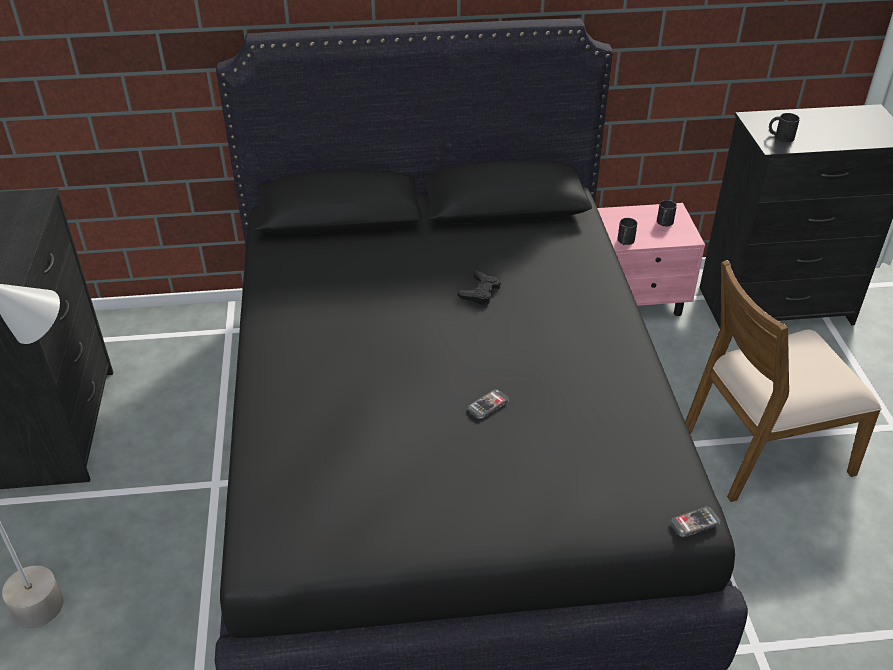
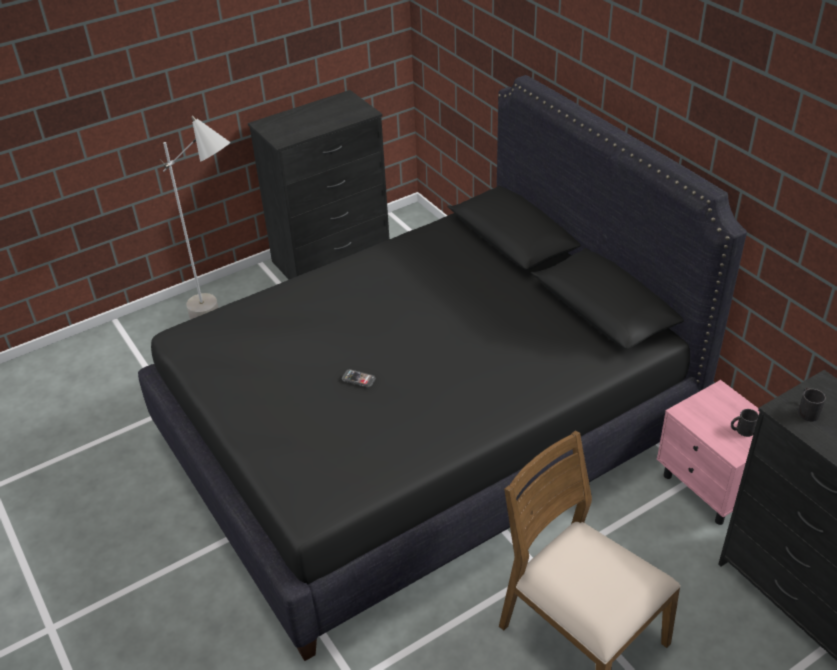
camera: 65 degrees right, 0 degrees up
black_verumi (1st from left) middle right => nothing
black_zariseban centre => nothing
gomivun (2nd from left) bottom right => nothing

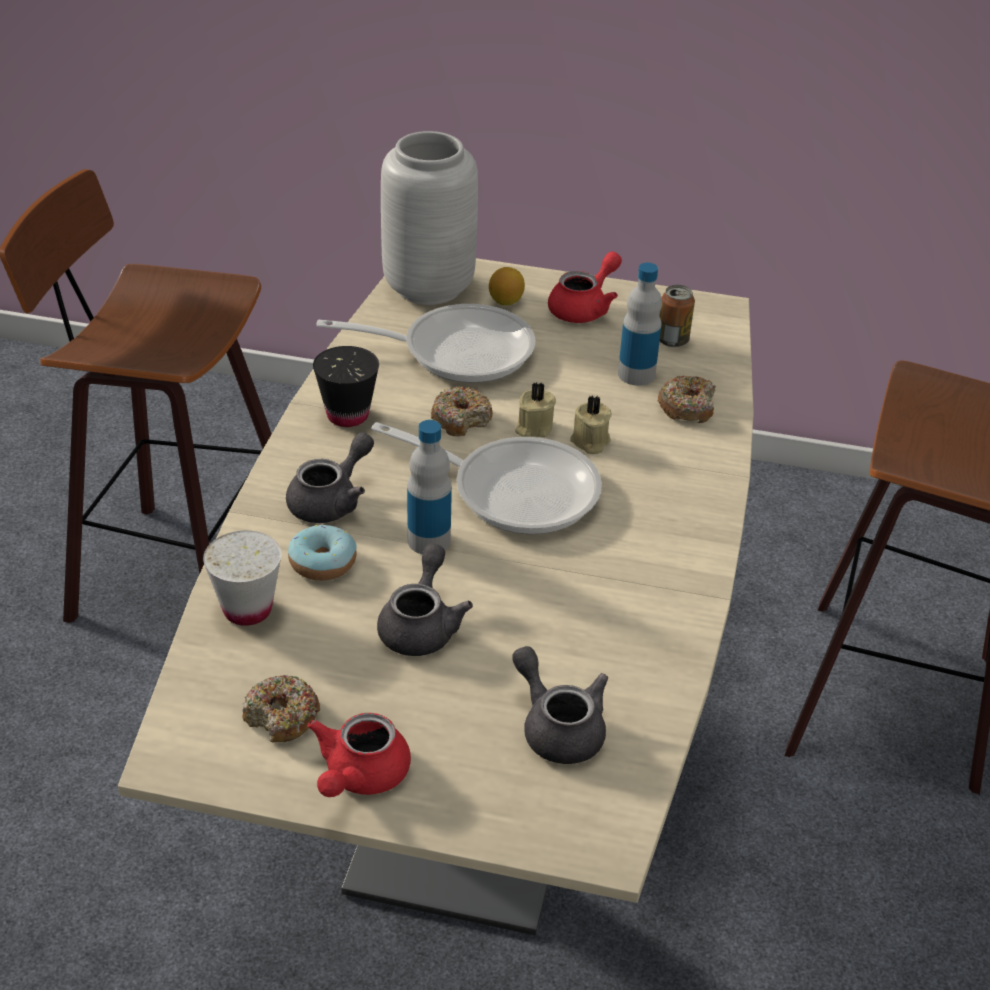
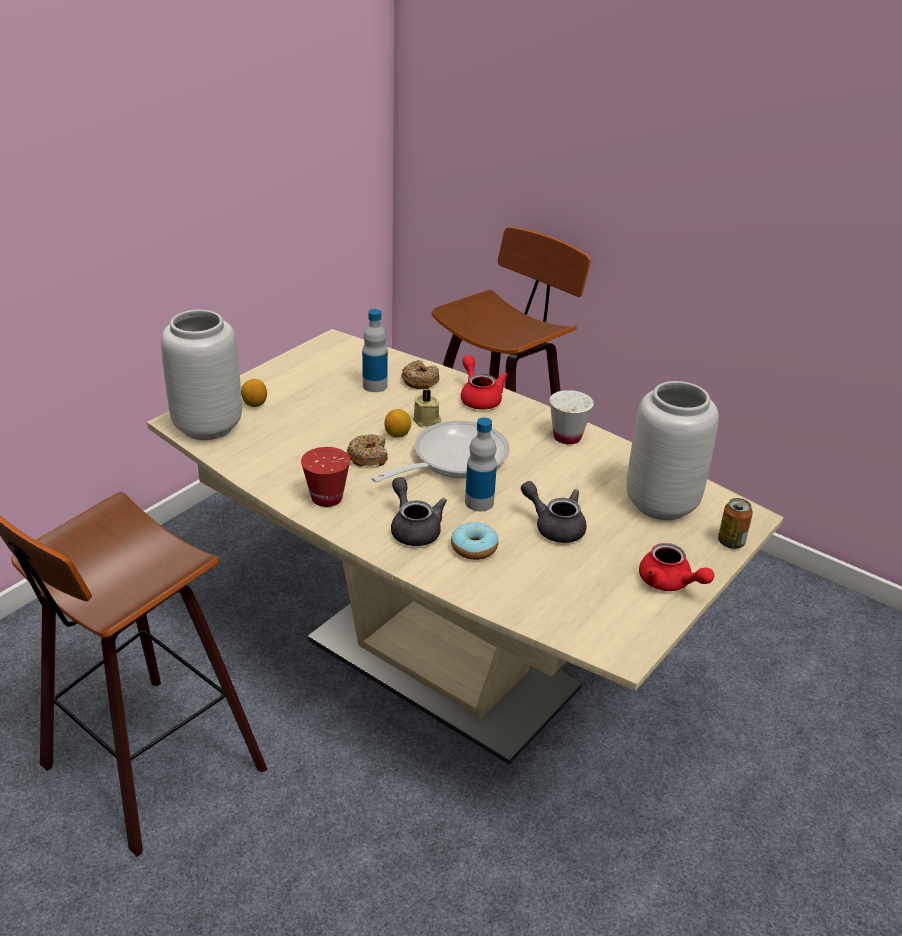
camera: 65 degrees left, 5 degrees down
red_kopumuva (2nd from left in the first image) top centre => red_kopumuva (1st from left) centre, moved
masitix top right => masitix middle right, moved
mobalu (1st from left) centre => nothing
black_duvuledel centre => red_duvuledel centre
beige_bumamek (1st from left) centre => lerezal (2nd from left) centre
white_duvuledel middle left => white_duvuledel centre, moved
grey_kopumuva (3rd from left) bottom centre => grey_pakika (2nd from left) middle right
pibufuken (1st from left) bottom left => nothing

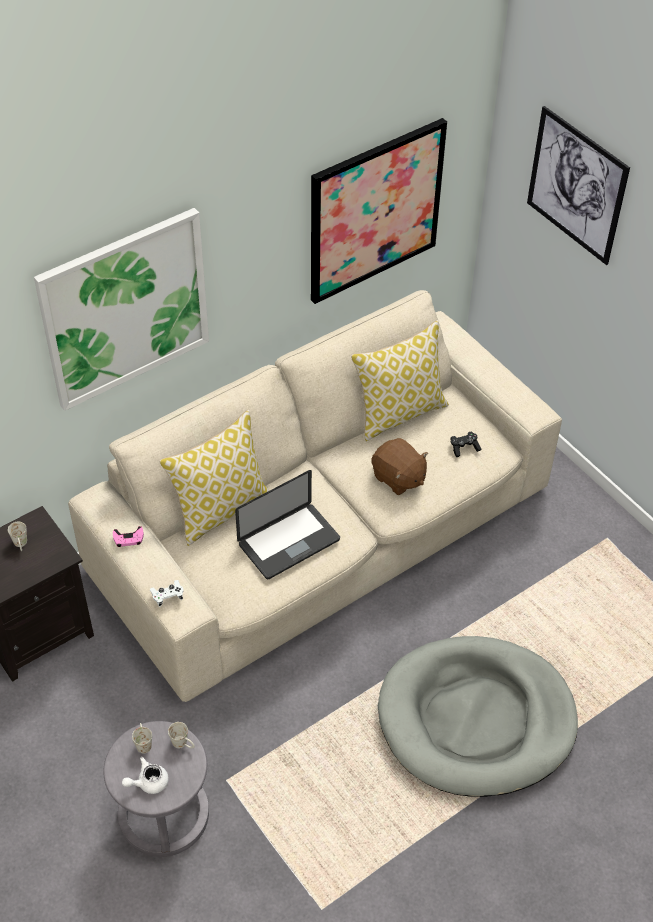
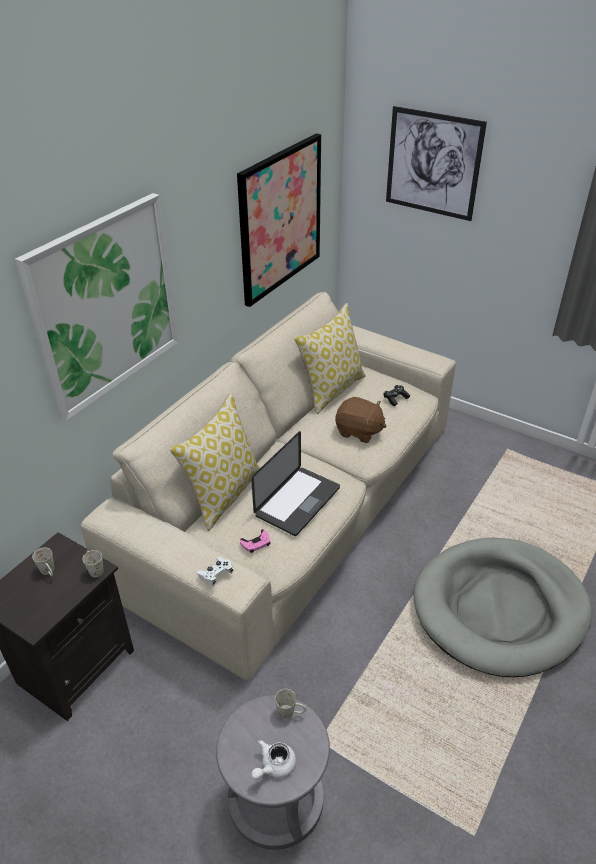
camera: 20 degrees left, 10 degrees down
pink_zariseban middle left => pink_zariseban centre, moved
white_verumi (2nd from left) bottom left => white_verumi (2nd from left) middle left, moved

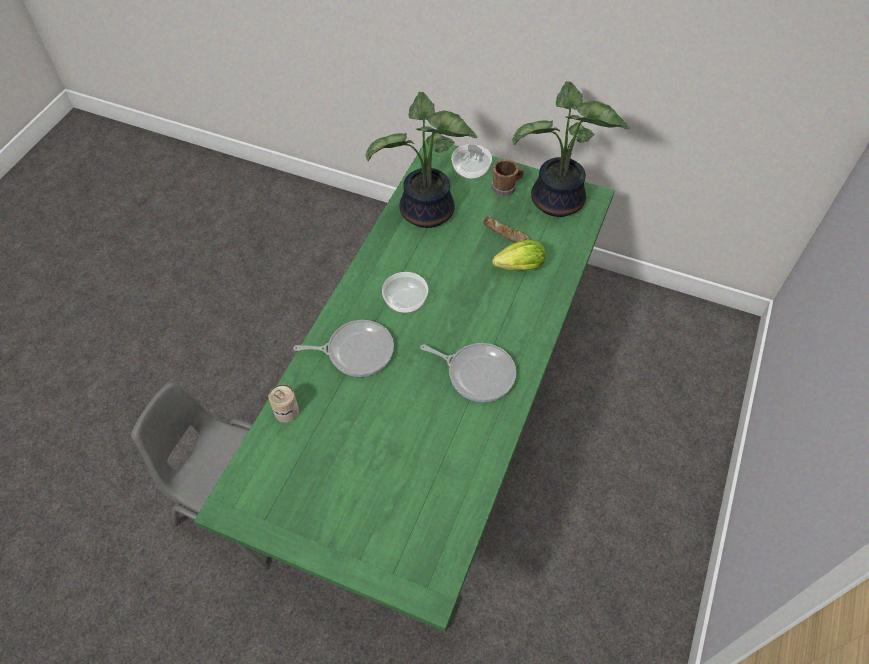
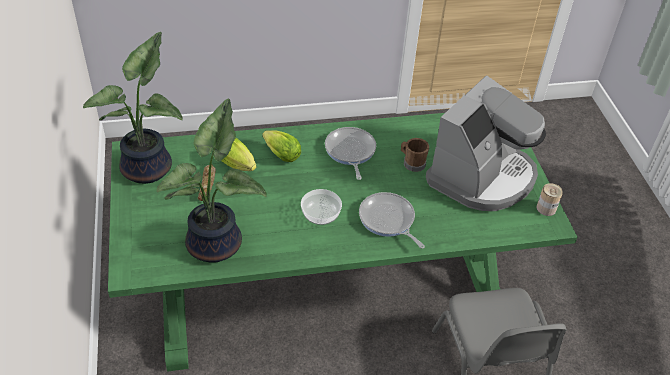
camera: 125 degrees left, 10 degrees down
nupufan (2nd from left) top centre => nothing
brown_verumi top centre => brown_verumi centre, moved
masitix middle left => masitix middle right, moved
nothing => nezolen middle right
nothing => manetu (2nd from left) centre

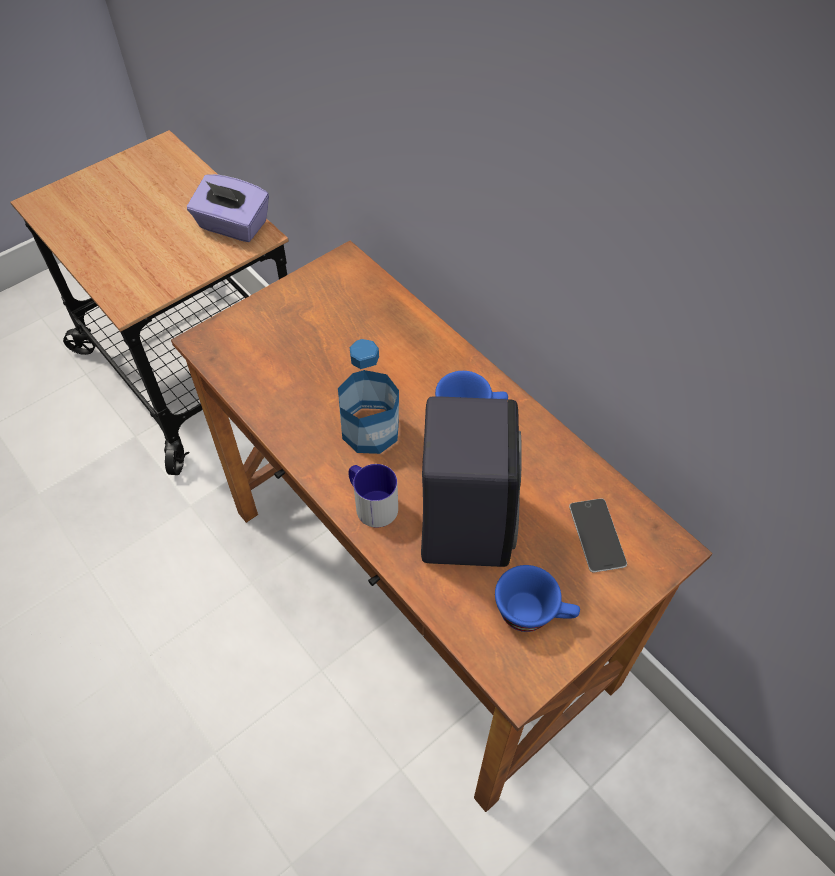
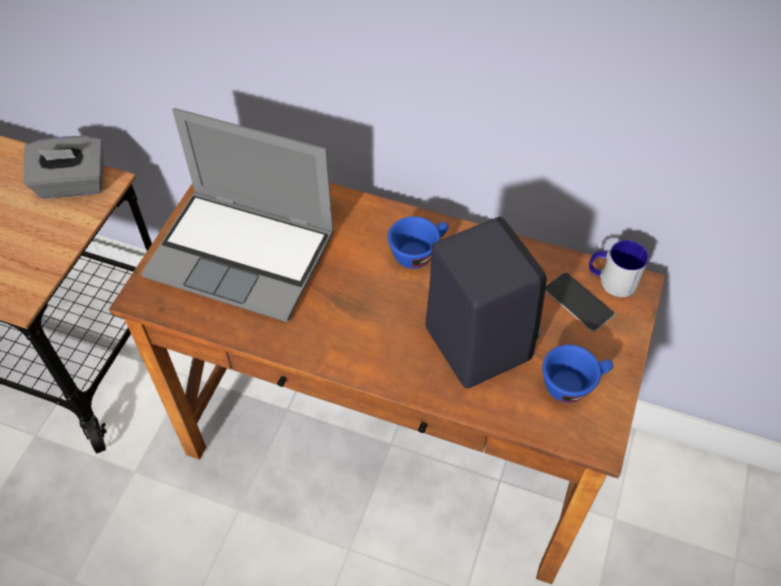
camera: 30 degrees left, 0 degrees up
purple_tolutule top left => grey_tolutule top left
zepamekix centre => nothing
verumi centre => verumi middle right, moved
nothing => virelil middle left

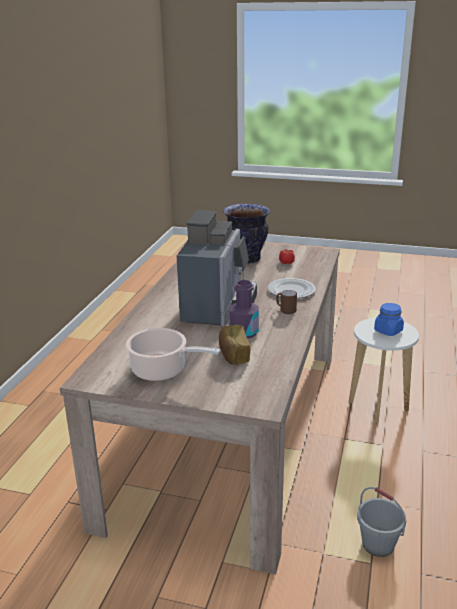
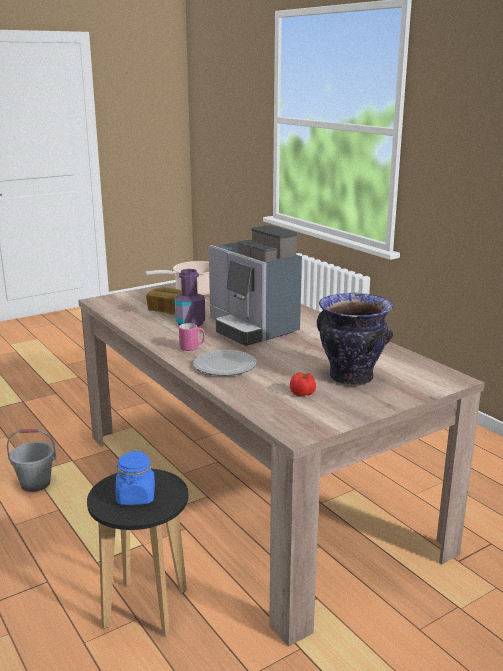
camera: 130 degrees right, 5 degrees down
brown_verumi centre => pink_verumi centre
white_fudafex middle right => black_fudafex bottom left

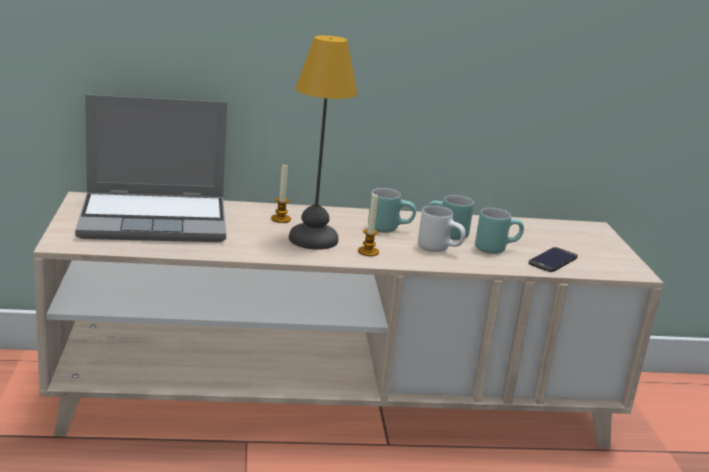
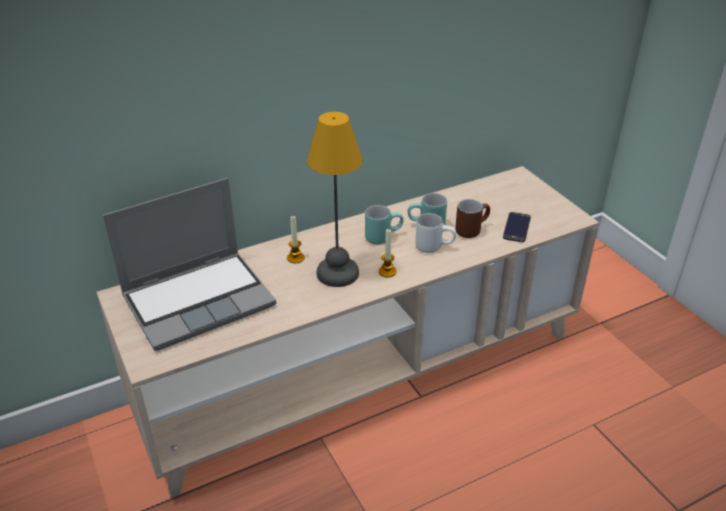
camera: 20 degrees left, 15 degrees up
turquoise_verumi (3rd from left) middle right => brown_verumi centre

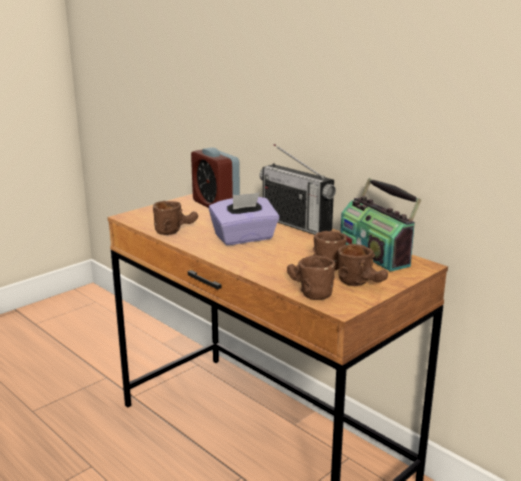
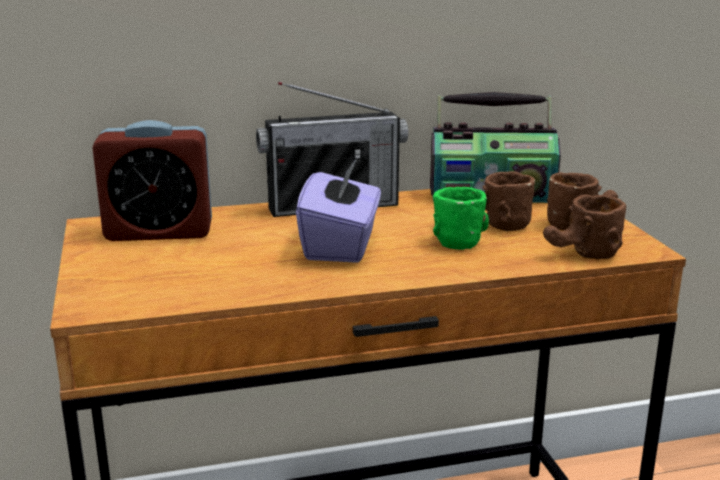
camera: 60 degrees left, 0 degrees up
brown_verumi (1st from left) centre => nothing
nothing => green_verumi centre

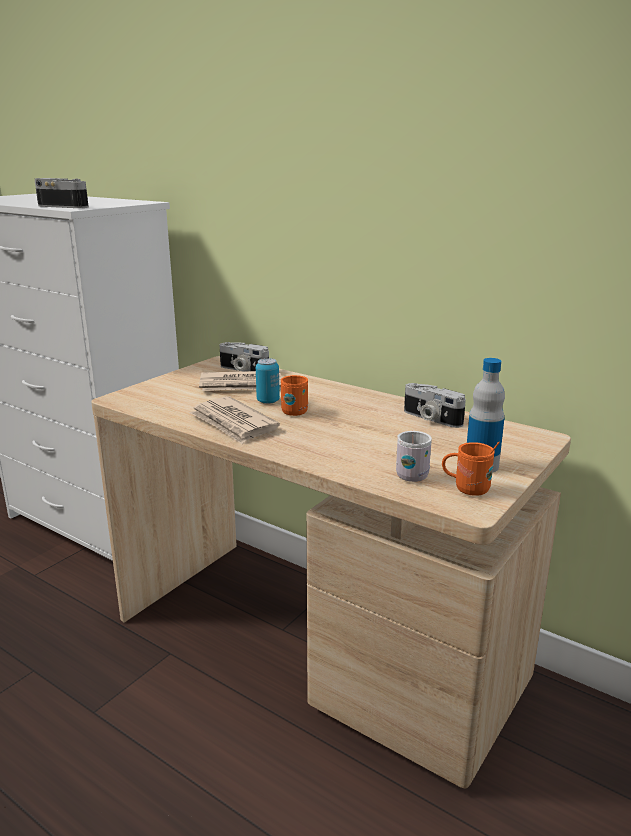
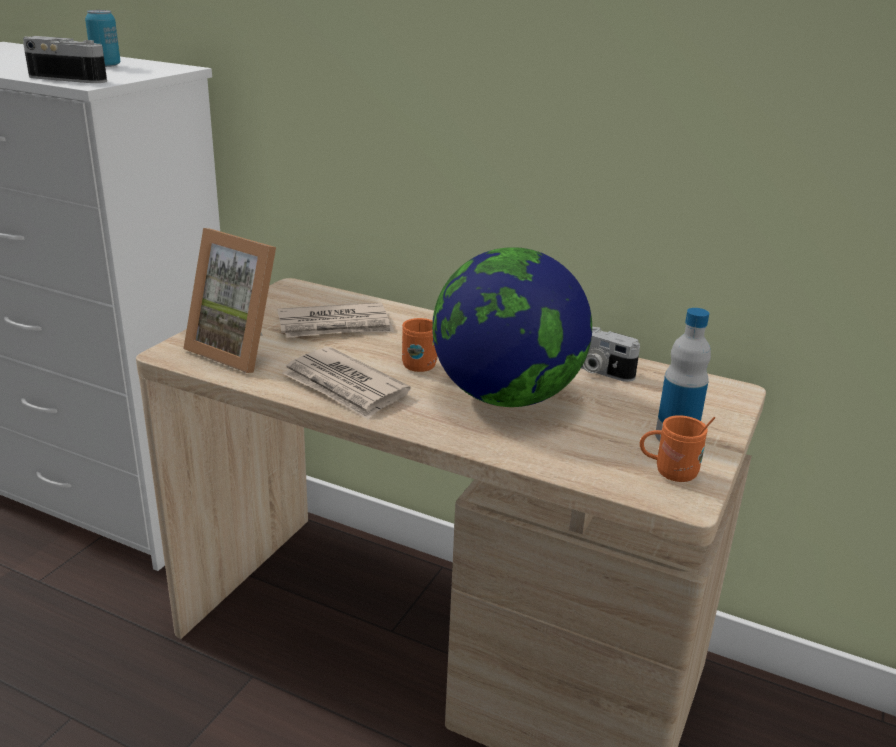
camera: 10 degrees left, 5 degrees up
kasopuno (2nd from left) centre => nothing
masitix centre => masitix top left, moved
white_verumi centre => nothing
nothing => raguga middle left
nothing => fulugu centre

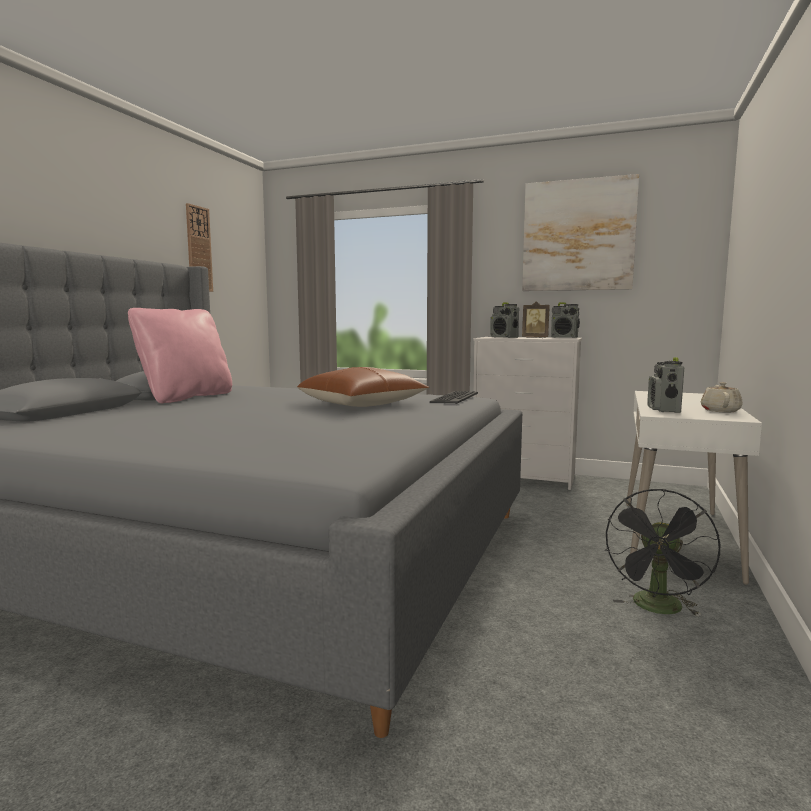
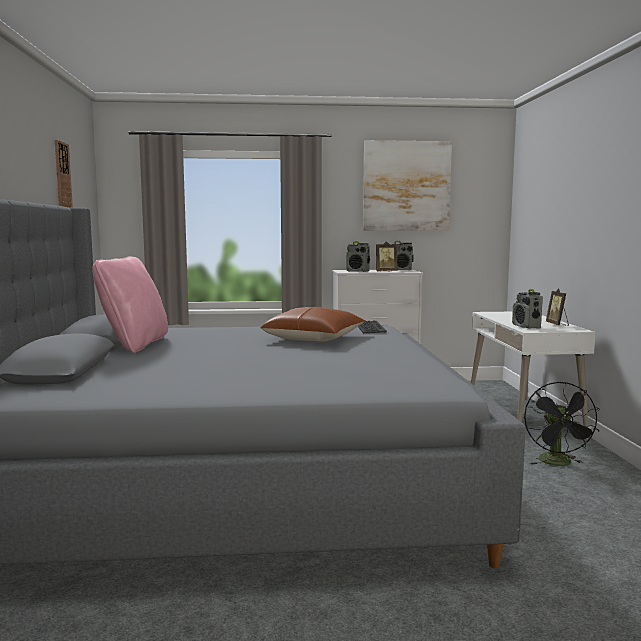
camera: 25 degrees left, 0 degrees up
beige_kopumuva middle right => raguga (2nd from left) middle right

